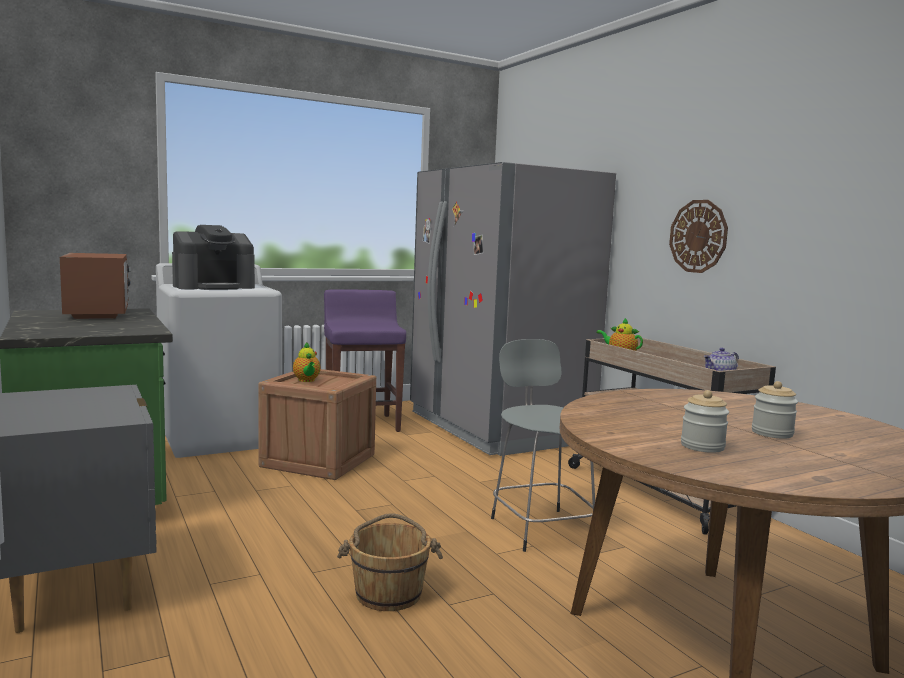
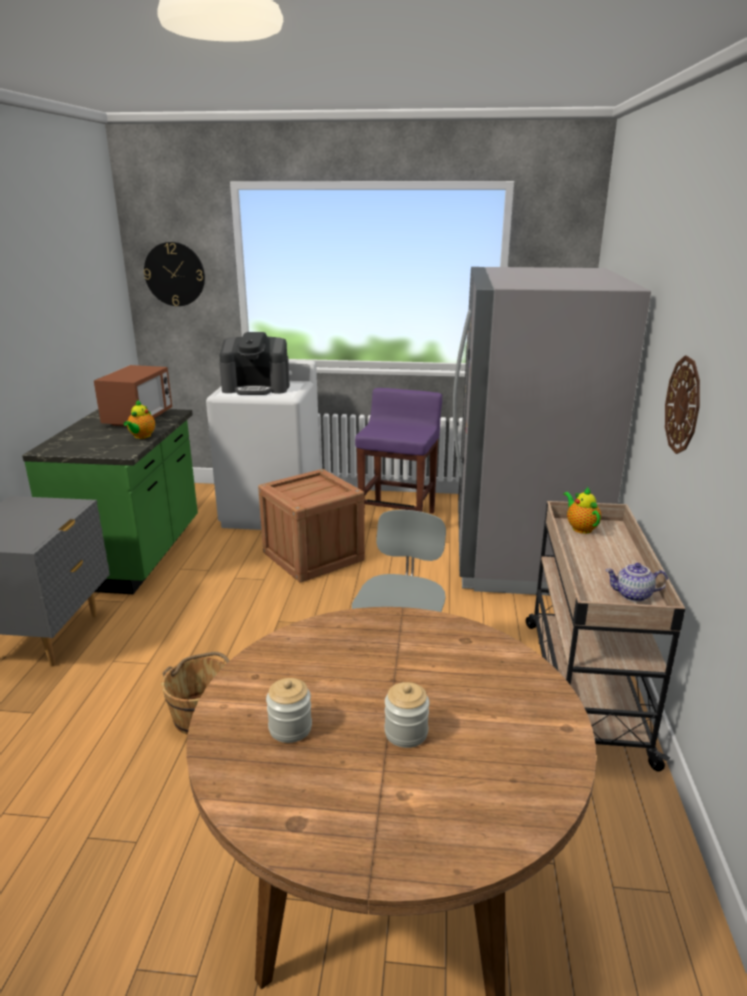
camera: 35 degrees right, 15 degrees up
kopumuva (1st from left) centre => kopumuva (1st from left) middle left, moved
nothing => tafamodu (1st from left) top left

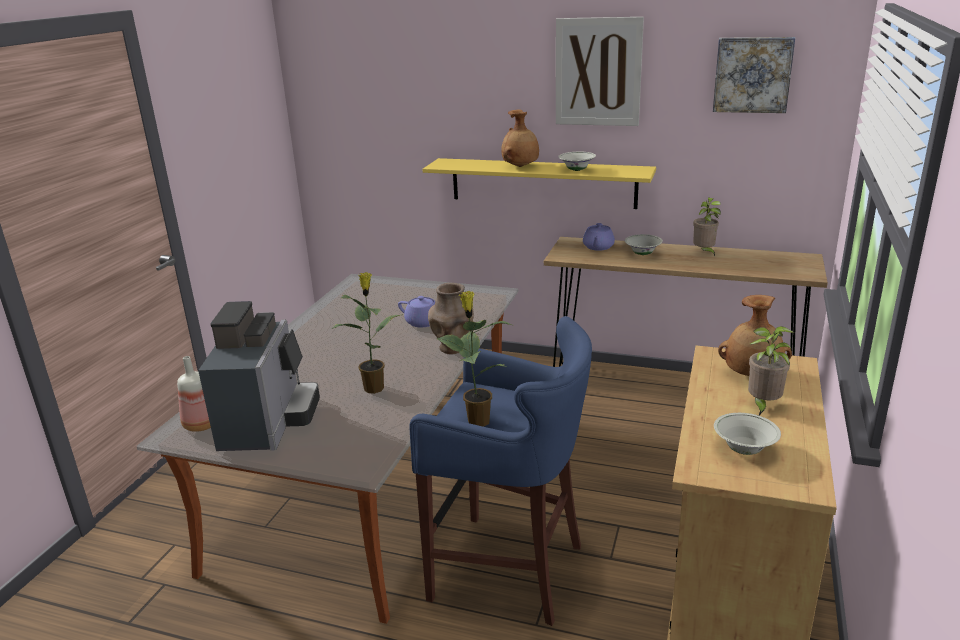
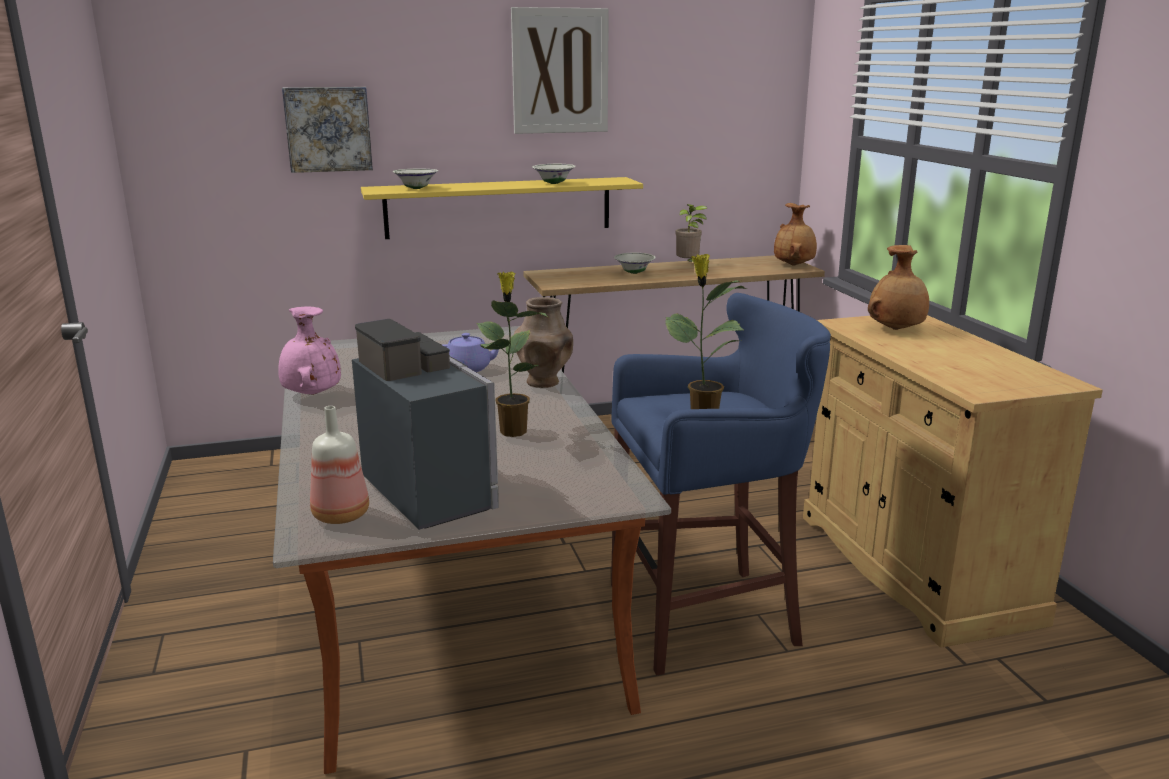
camera: 35 degrees left, 5 degrees down
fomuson (2nd from left in the first image) top right => fomuson (1st from left) top left, moved
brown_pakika (2nd from left) top centre => brown_pakika (2nd from left) top right, moved
purple_kopumuva (2nd from left) centre => nothing
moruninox (4th from left) middle right => nothing
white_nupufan (3rd from left in the first image) bottom right => white_nupufan (1st from left) top centre, moved
nothing => pink_pakika middle left

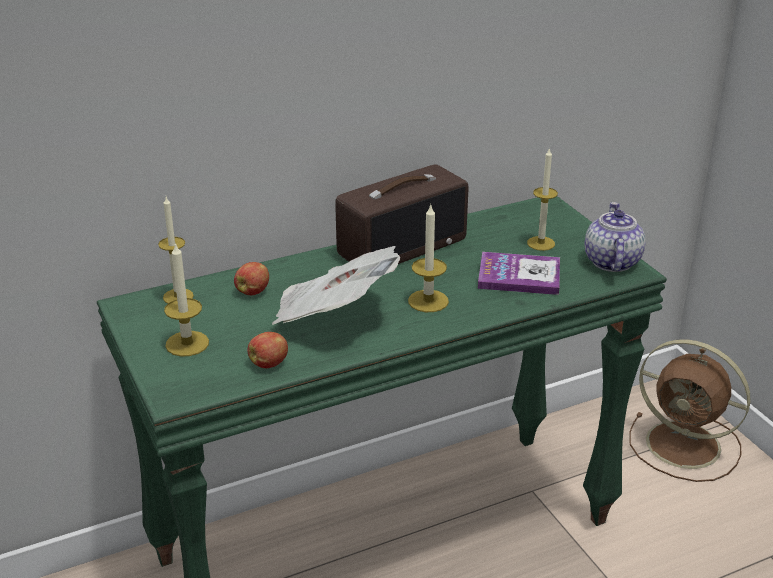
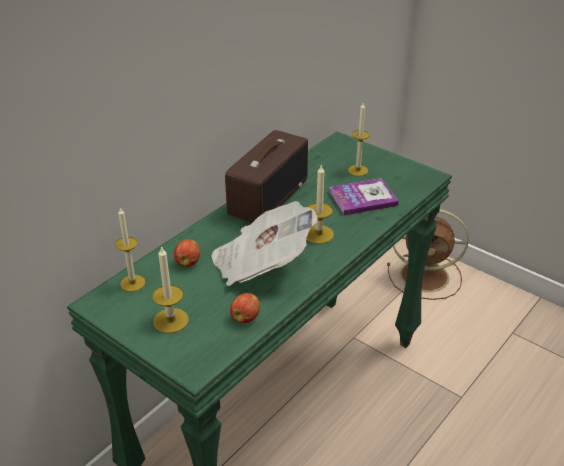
camera: 25 degrees left, 5 degrees up
kopumuva middle right => nothing

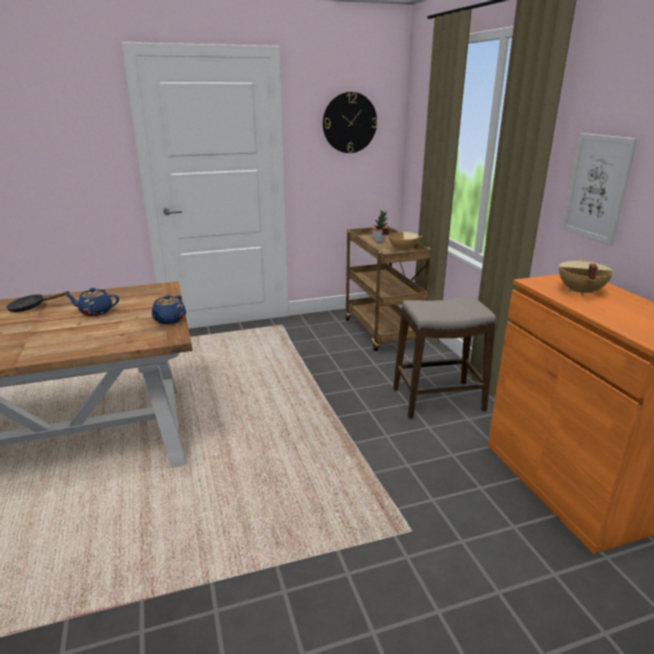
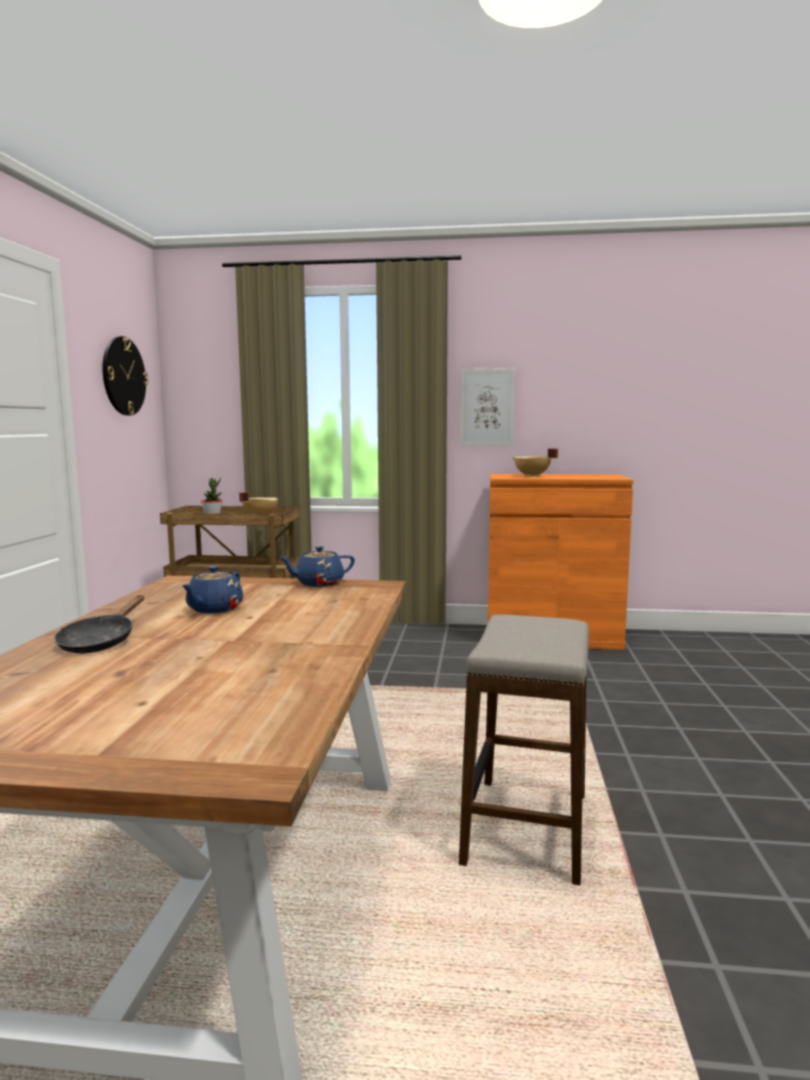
camera: 65 degrees left, 15 degrees down
blue_kopumuva (2nd from left) middle left => blue_kopumuva (2nd from left) centre, 120 degrees clockwise
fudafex middle right => fudafex bottom centre, moved

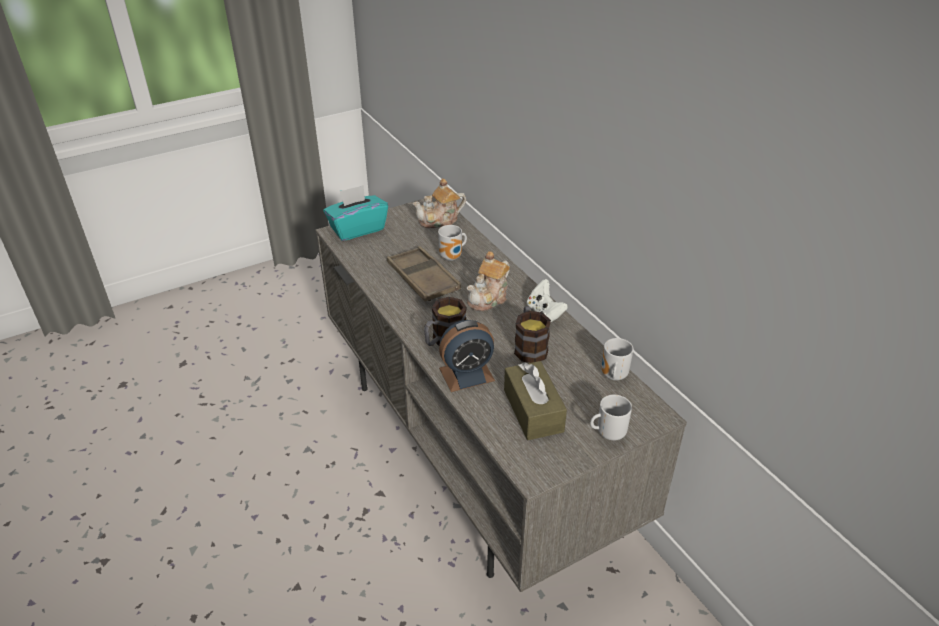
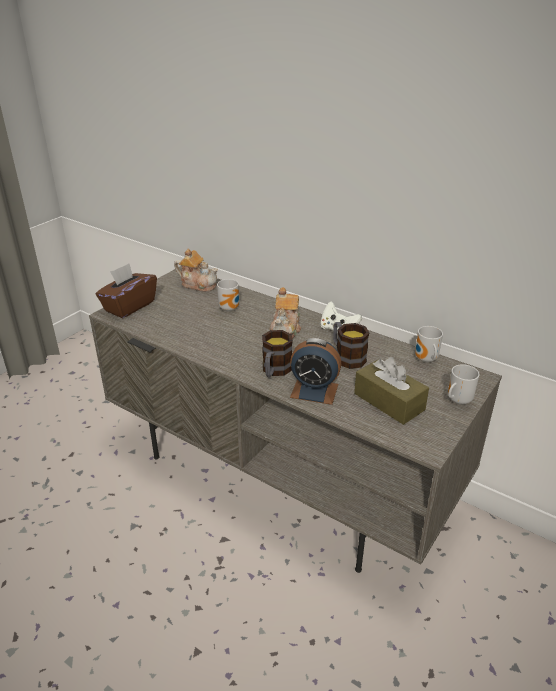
camera: 25 degrees left, 5 degrees down
kopumuva (1st from left) top centre => kopumuva (1st from left) centre, 105 degrees counterclockwise
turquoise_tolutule centre => brown_tolutule (1st from left) middle left
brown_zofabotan centre => nothing
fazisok centre, 60 degrees clockwise

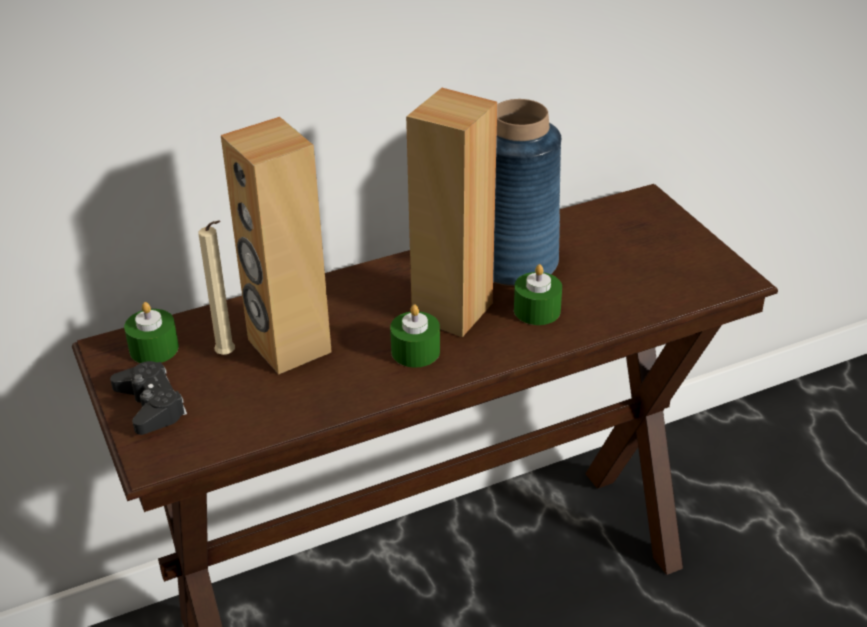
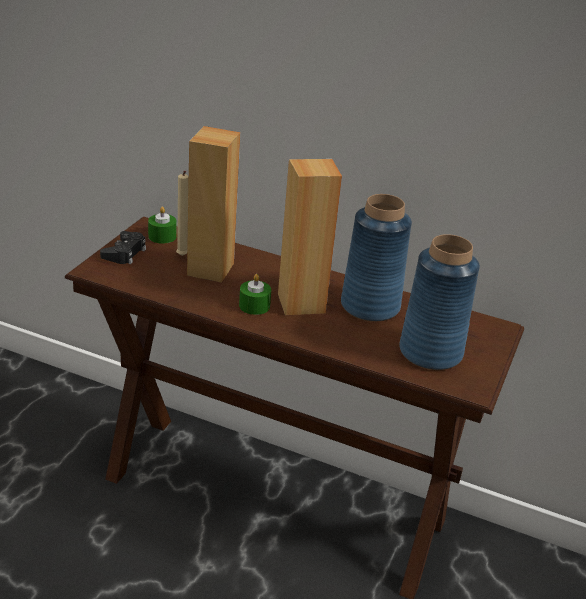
camera: 45 degrees right, 5 degrees down
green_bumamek (3rd from left) centre => nothing
nothing => blue_pakika (2nd from left) middle right

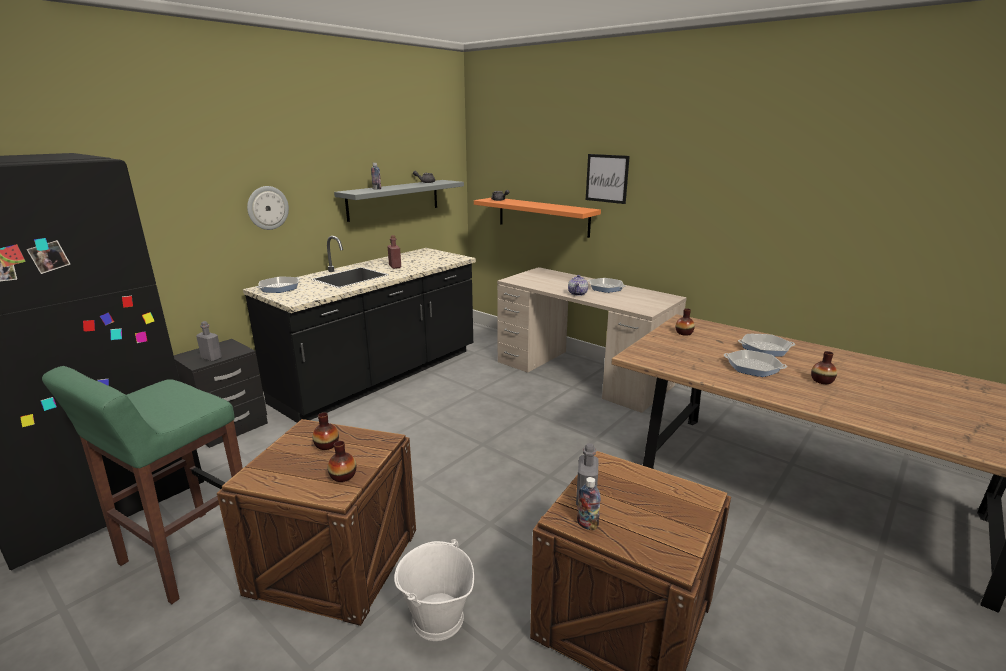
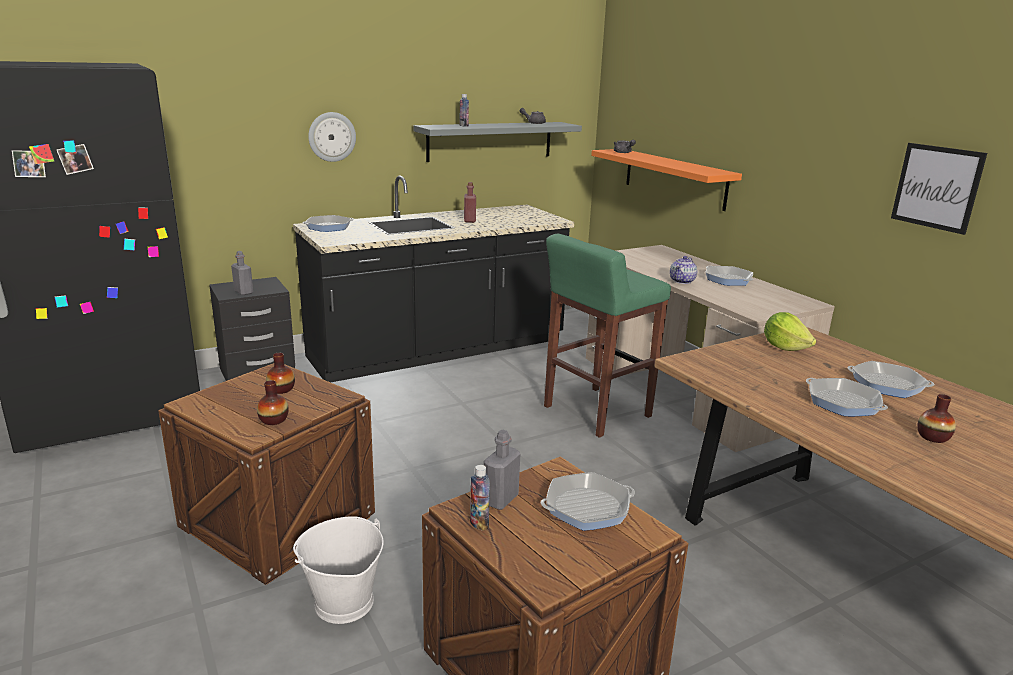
camera: 20 degrees right, 0 degrees up
fomuson top centre => fomuson top right, moved
pakika (3rd from left) middle right => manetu middle right
green_fudafex bottom left => green_fudafex centre, moved
nothing => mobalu (2nd from left) bottom centre

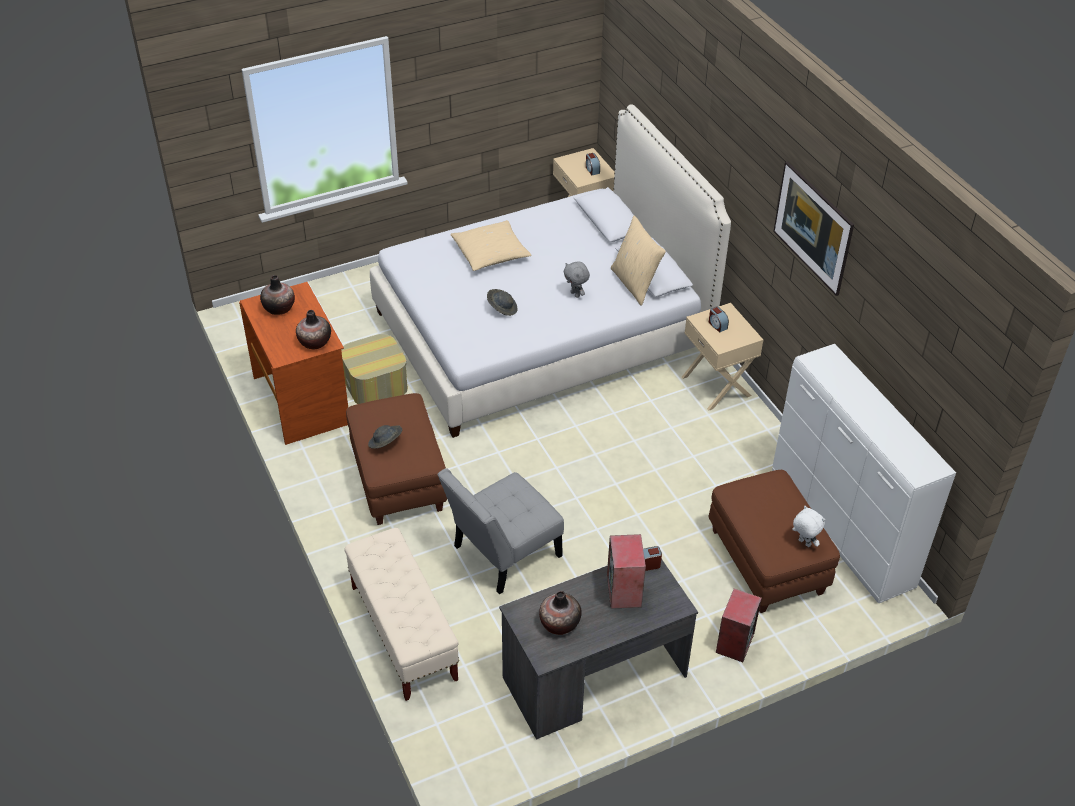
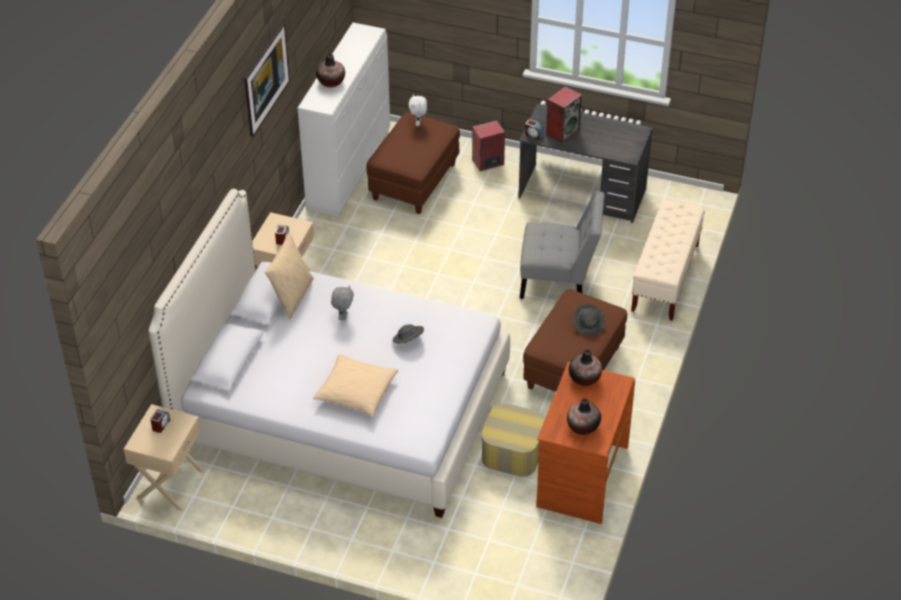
camera: 135 degrees left, 0 degrees up
pakika (3rd from left in the first image) bottom centre => pakika (1st from left) top centre, moved

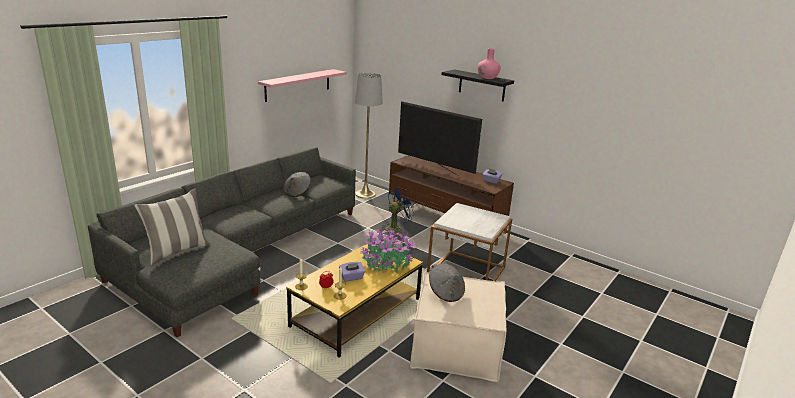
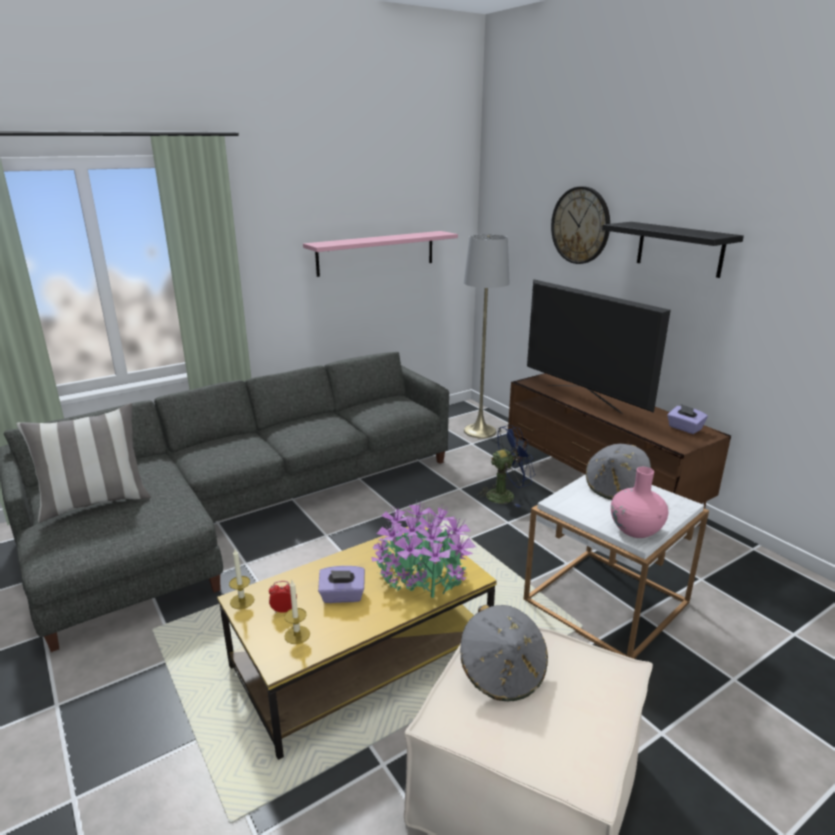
camera: 20 degrees right, 0 degrees up
pink_pakika top centre => pink_pakika middle right, moved
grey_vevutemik (1st from left in the first image) centre => grey_vevutemik (2nd from left) middle right, moved
nothing => tafamodu top right

